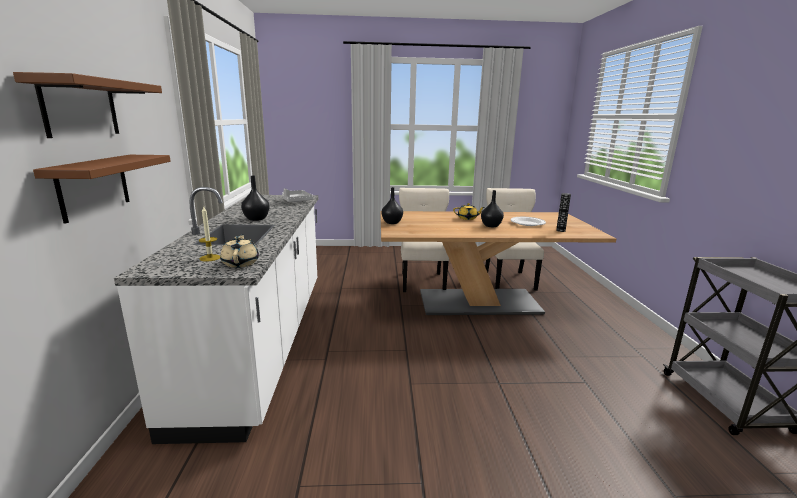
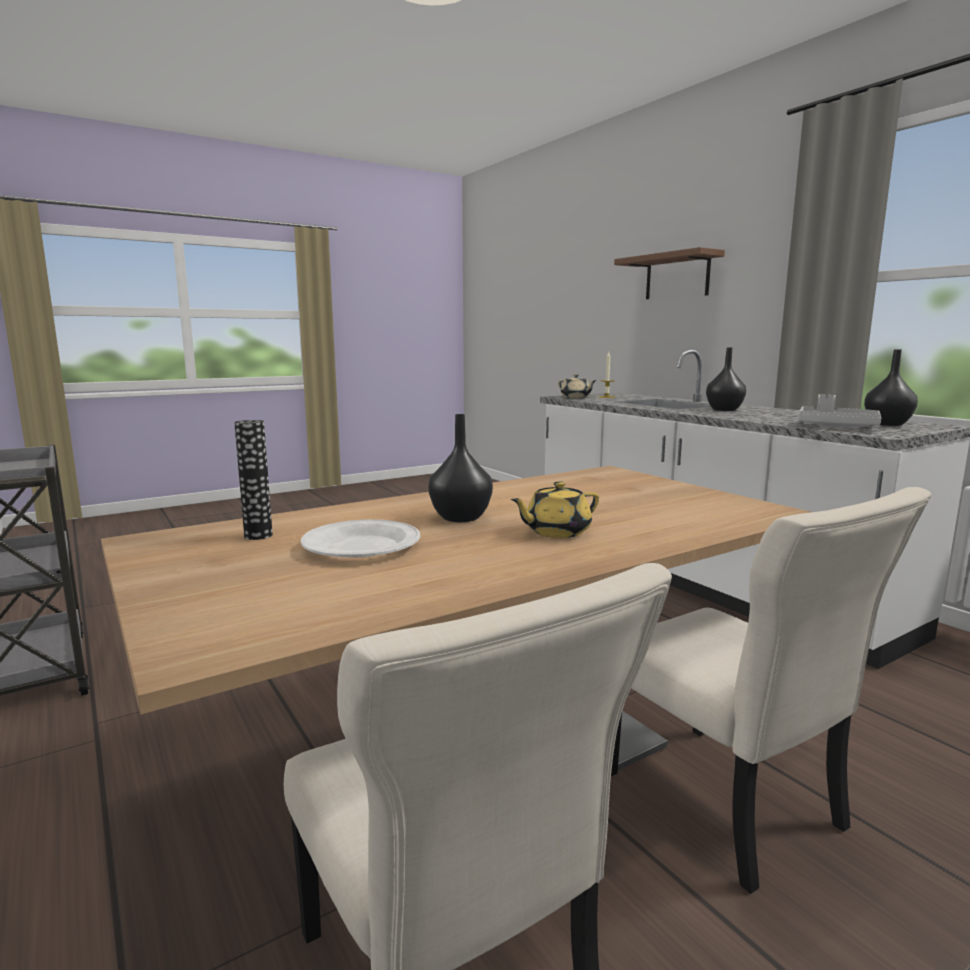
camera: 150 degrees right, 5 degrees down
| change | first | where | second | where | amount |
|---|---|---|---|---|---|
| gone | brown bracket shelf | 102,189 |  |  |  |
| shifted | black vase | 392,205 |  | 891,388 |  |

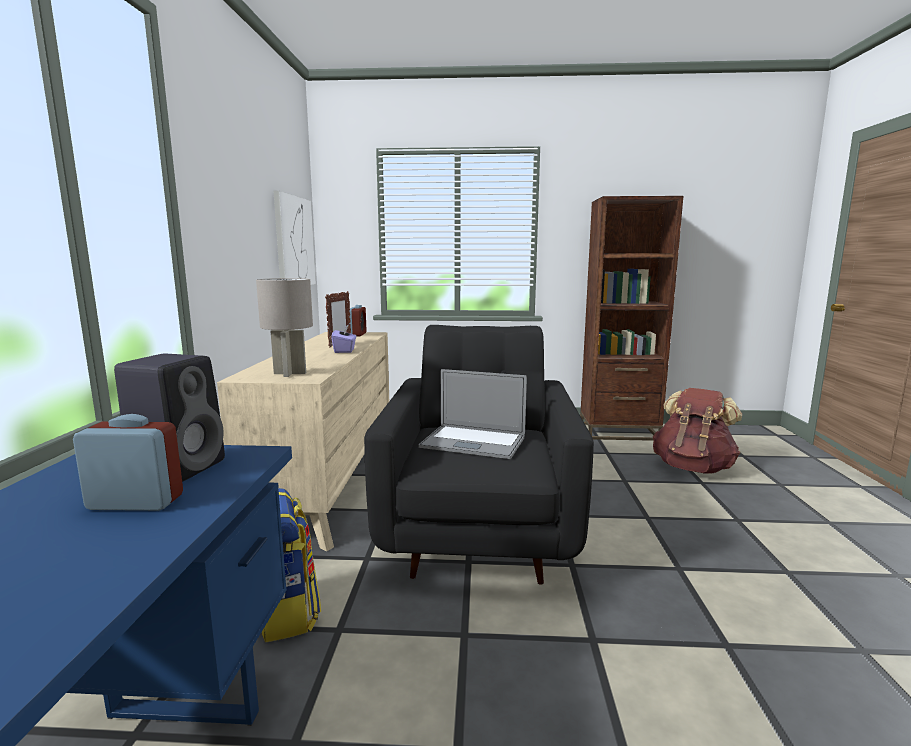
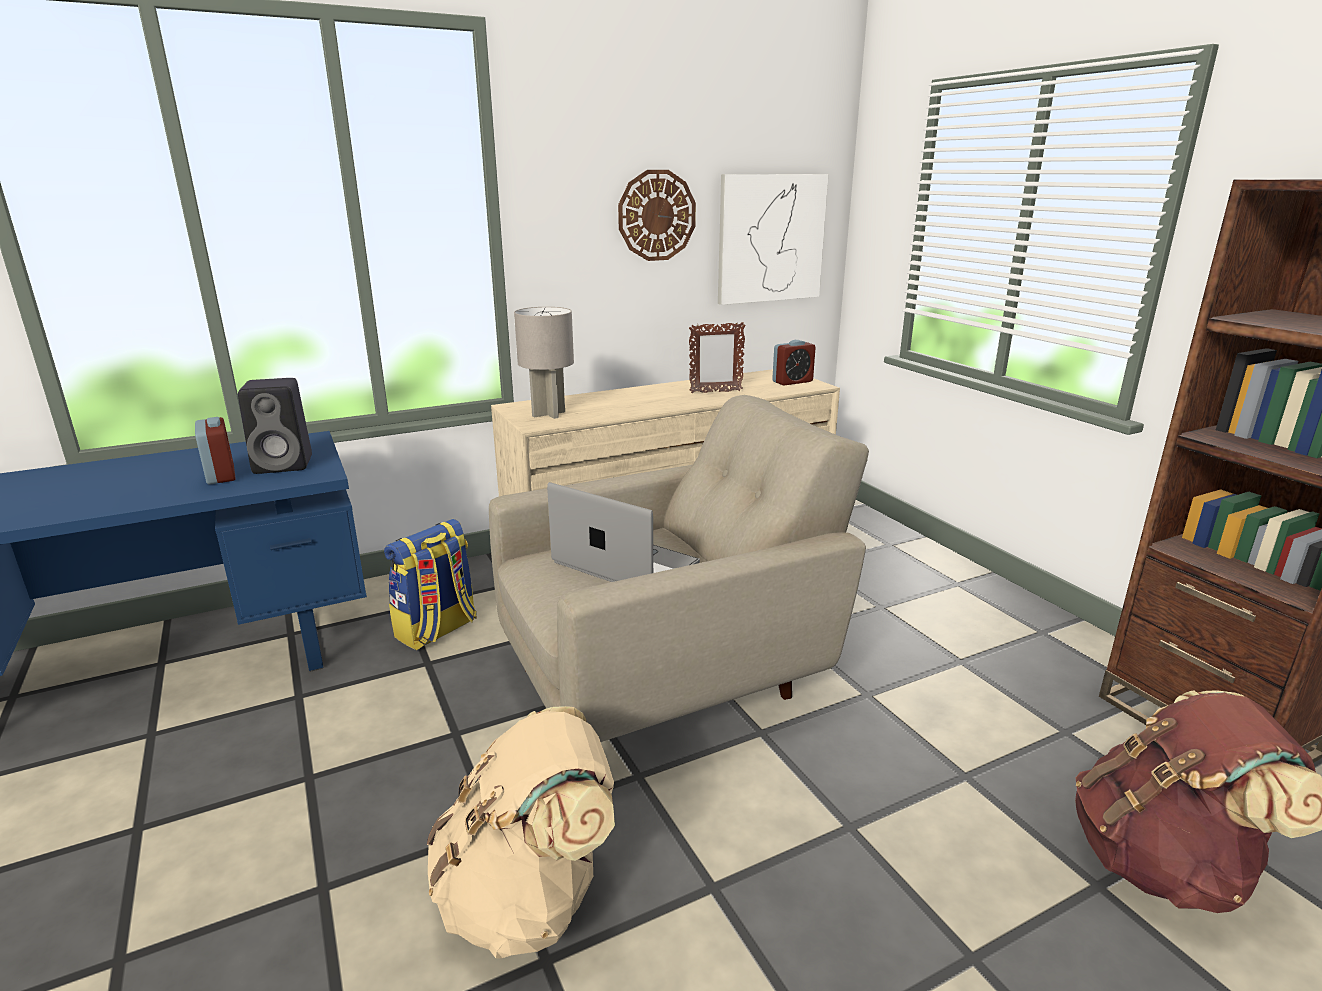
camera: 60 degrees right, 10 degrees up
| change | first | where | second | where | amount |
|---|---|---|---|---|---|
| gone | purple-coloured tissue box | 343,338 |  |  |  |
| repainted | black easy chair | 479,455 | beige easy chair | 679,568 |  |
| rotated | portable computer | 473,414 |  | 623,532 | 135 degrees clockwise |
| new |  |  | wall clock | 657,215 |  |
| new |  |  | beige knapsack | 521,832 |  |

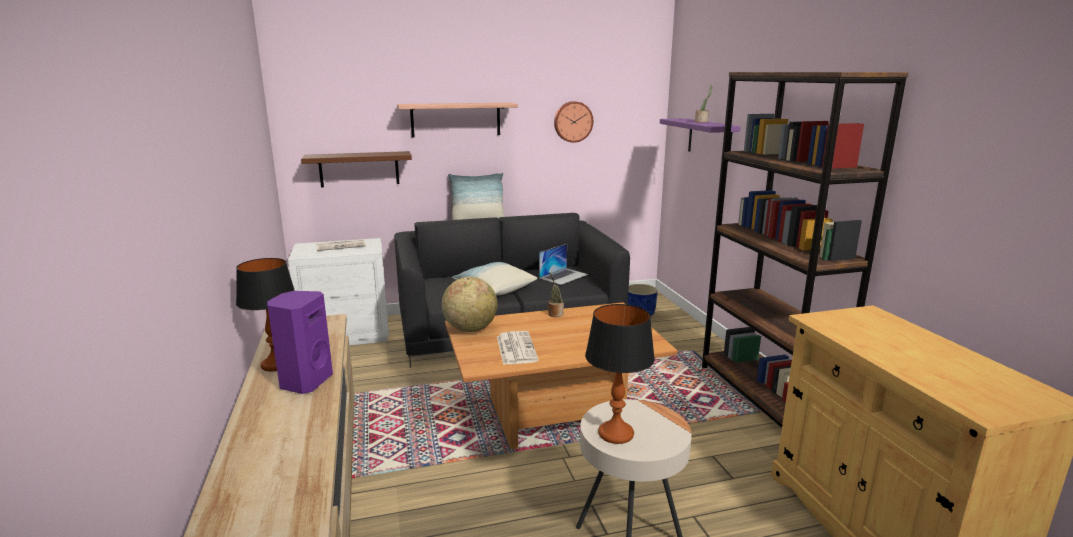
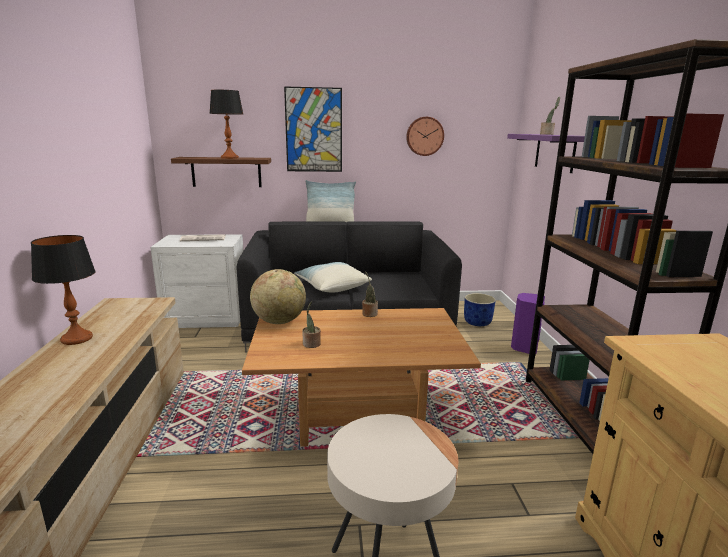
camera: 10 degrees right, 0 degrees up
| change | first | where | second | where | amount |
|---|---|---|---|---|---|
| swapped | bracket shelf | 457,120 | picture | 313,129 |  |
| gone | portable computer | 563,264 |  |  |  |
| shifted | purple-coloured loudspeaker | 300,342 |  | 528,323 |  |
| shifted | table lamp | 620,374 |  | 226,124 |  |
| swapped | daily paper | 518,348 | houseplant | 311,324 |  |

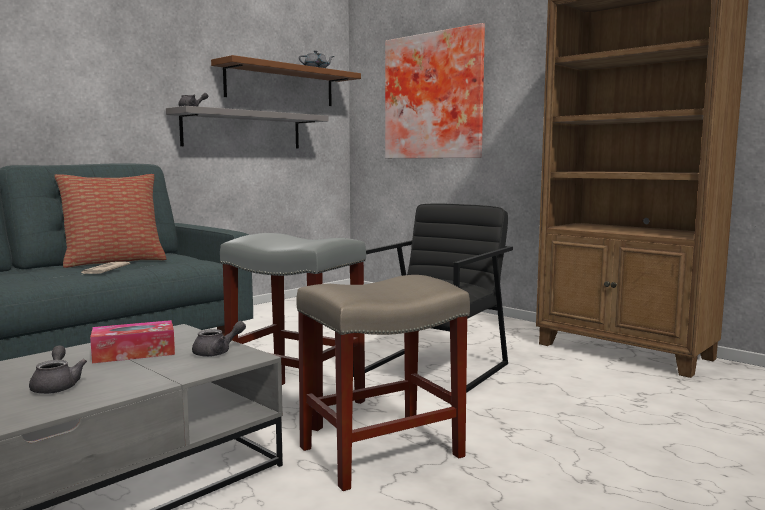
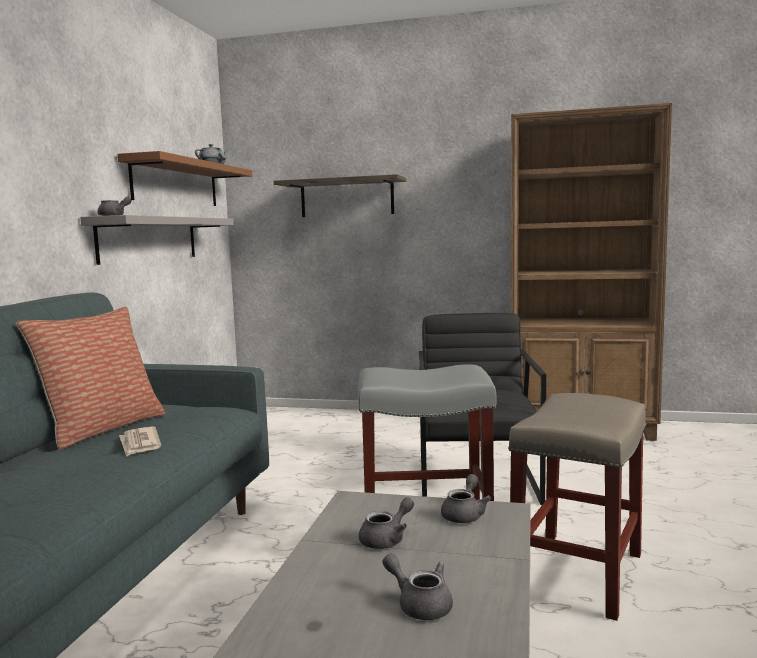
camera: 30 degrees left, 0 degrees up
| change | first | where | second | where | amount |
|---|---|---|---|---|---|
| swapped | picture | 435,90 | bracket shelf | 340,195 |  |
| swapped | tissue box | 132,342 | grey teapot | 386,523 |  |

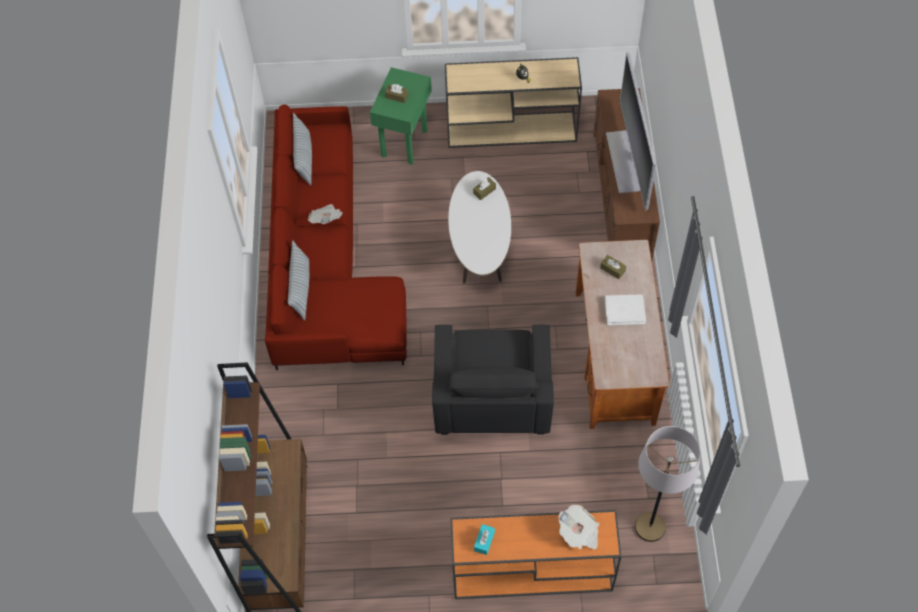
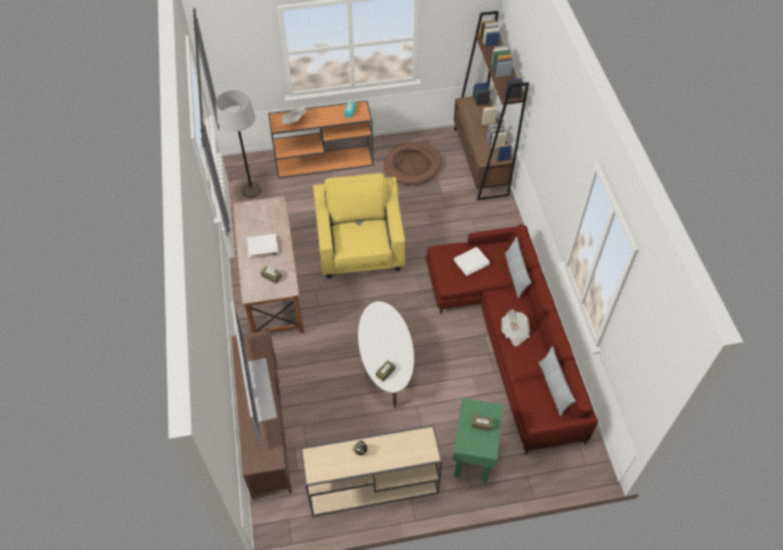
camera: 170 degrees right, 5 degrees down
| change | first | where | second | where | amount |
|---|---|---|---|---|---|
| repainted | black easy chair | 493,380 | yellowish easy chair | 359,225 |  |
| new |  |  | brown pet bed | 413,163 |  |
| new |  |  | white book | 472,261 |  |

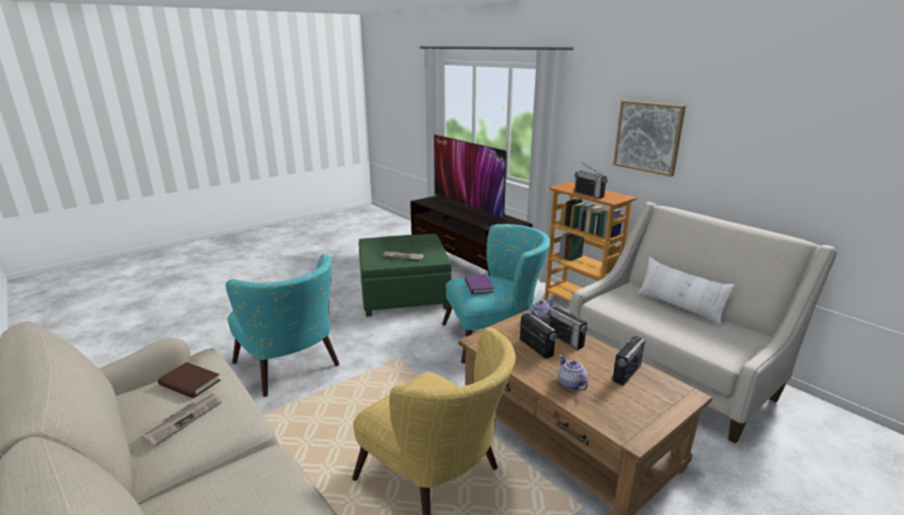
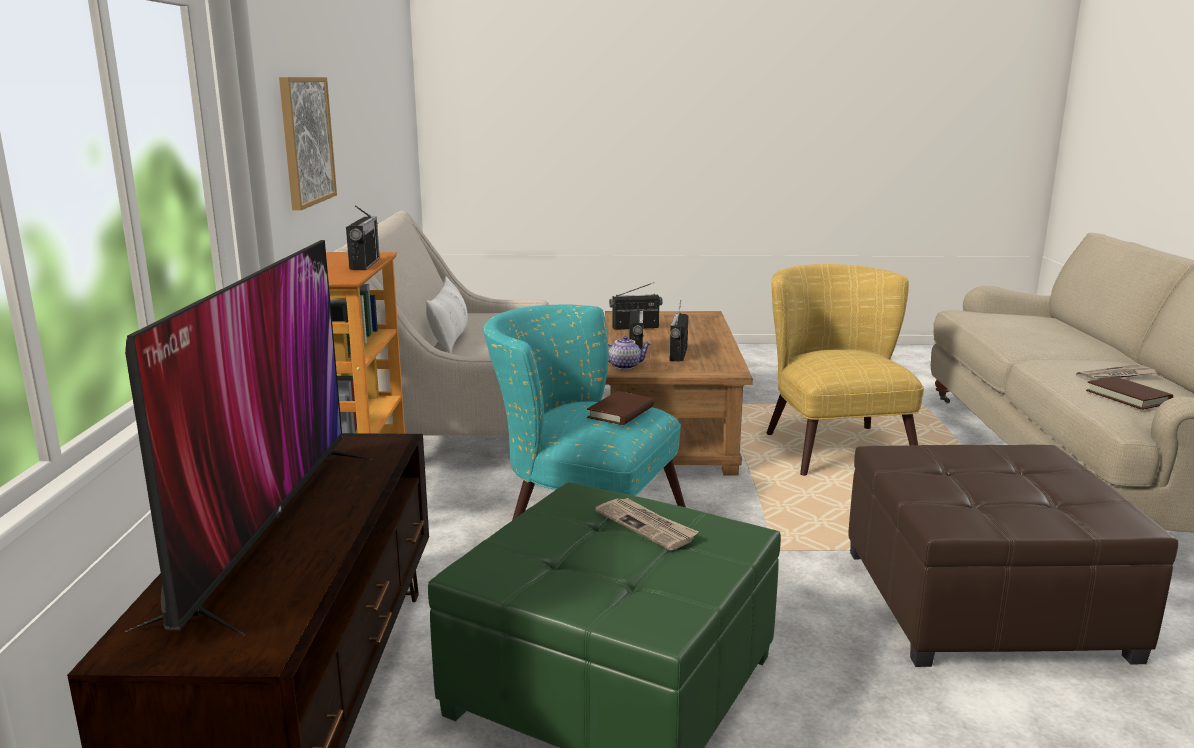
camera: 140 degrees left, 5 degrees down
| change | first | where | second | where | amount |
|---|---|---|---|---|---|
| swapped | blue-green easy chair | 282,325 | brown footrest | 1013,556 |  |
| repainted | purple-coloured book | 479,284 | brown book | 620,408 |  |
| gone | teapot | 573,373 |  |  |  |

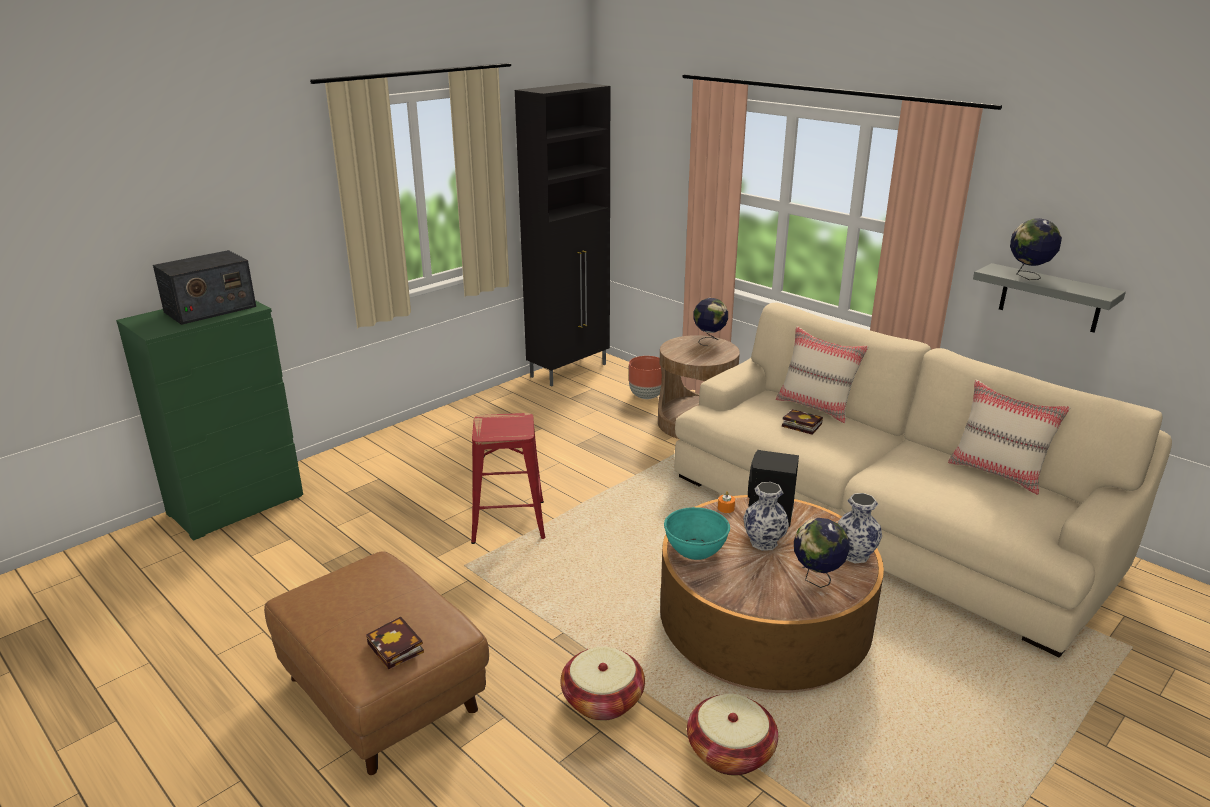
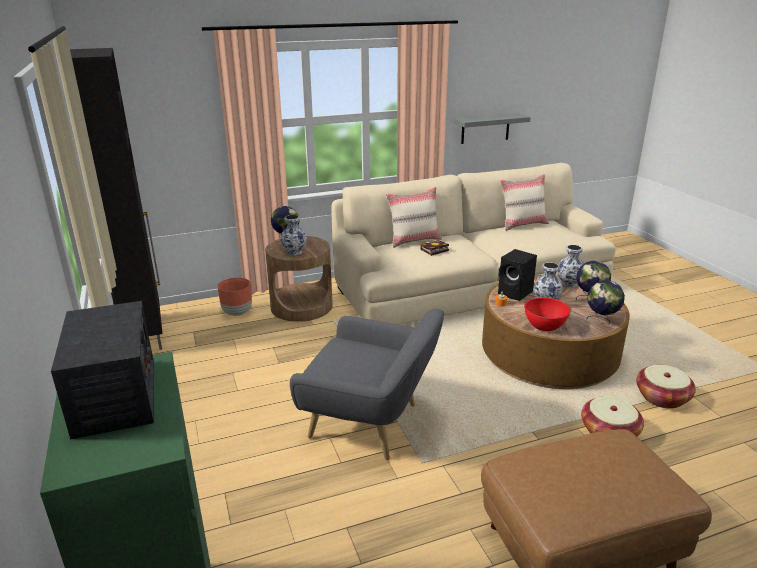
camera: 65 degrees left, 0 degrees up
| change | first | where | second | where | amount |
|---|---|---|---|---|---|
| shifted | desk globe | 1036,249 |  | 605,302 |  |
| swapped | red sitting stool | 508,478 | grey easy chair | 367,384 |  |
| repainted | blue-green bowl | 697,533 | red bowl | 547,314 |  |
| gone | book | 395,643 |  |  |  |
| new |  |  | vase | 293,235 |  |

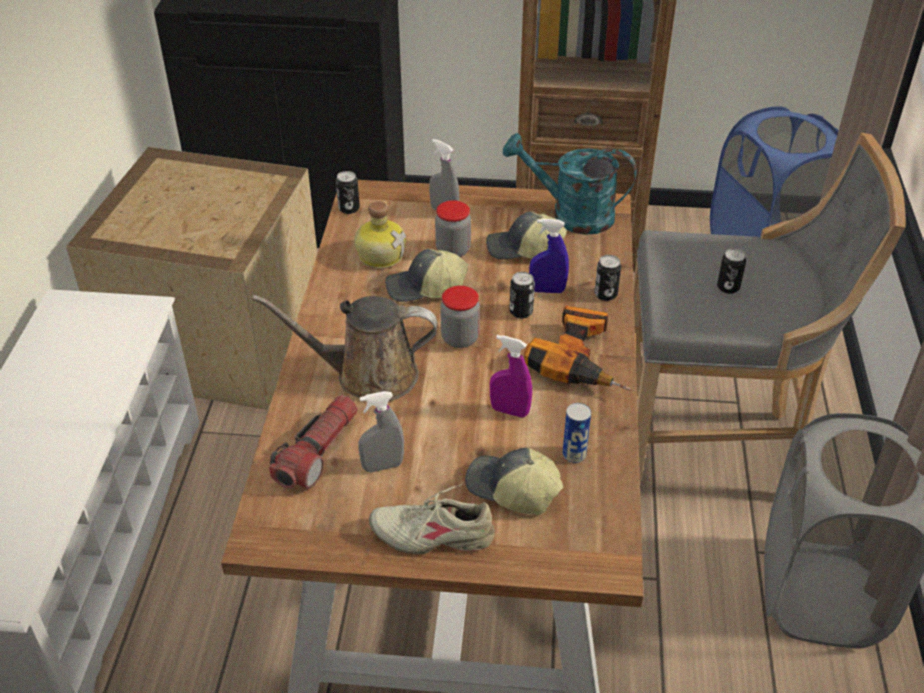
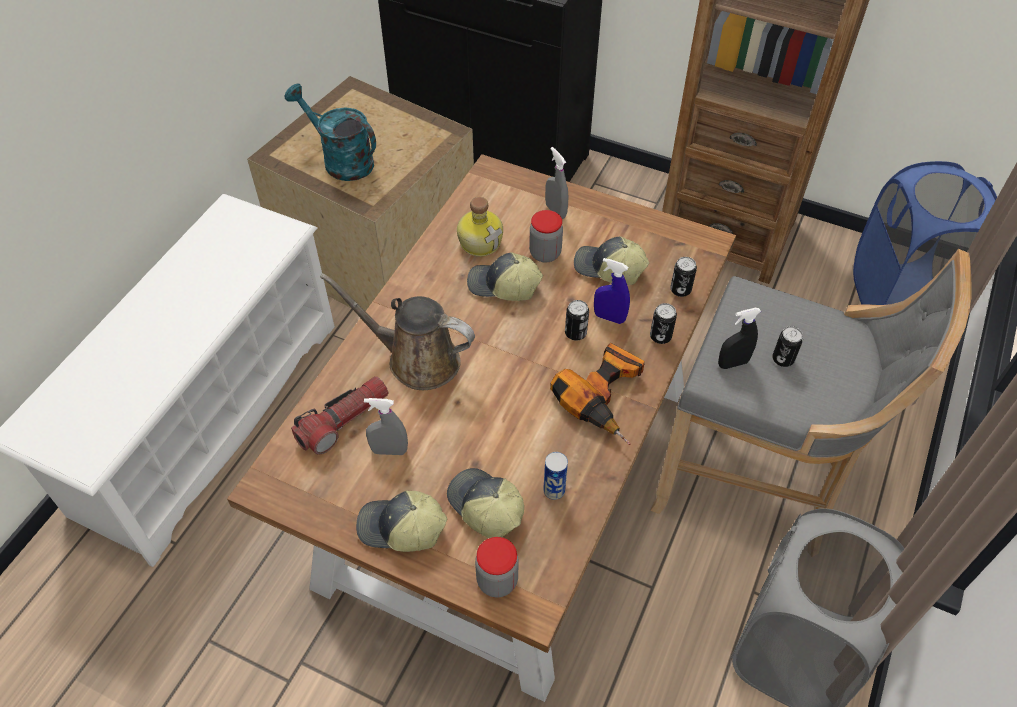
camera: 20 degrees right, 10 degrees up
| change | first | where | second | where | amount |
|---|---|---|---|---|---|
| shifted | blue-green watering pot | 570,184 |  | 330,132 |  |
| shifted | sealed can | 348,192 |  | 683,277 |  |
| shifted | jar | 460,316 |  | 497,567 |  |
| gone | purple-coloured sprayer | 511,376 |  |  |  |
| swapped | beige shoe | 432,520 | peaked cap | 401,521 |  |
| new |  |  | black sprayer | 739,338 |  |

